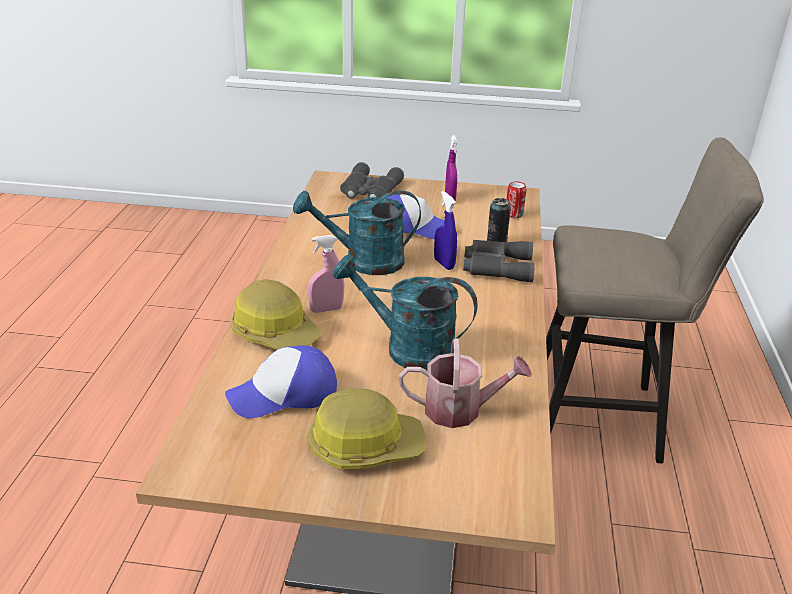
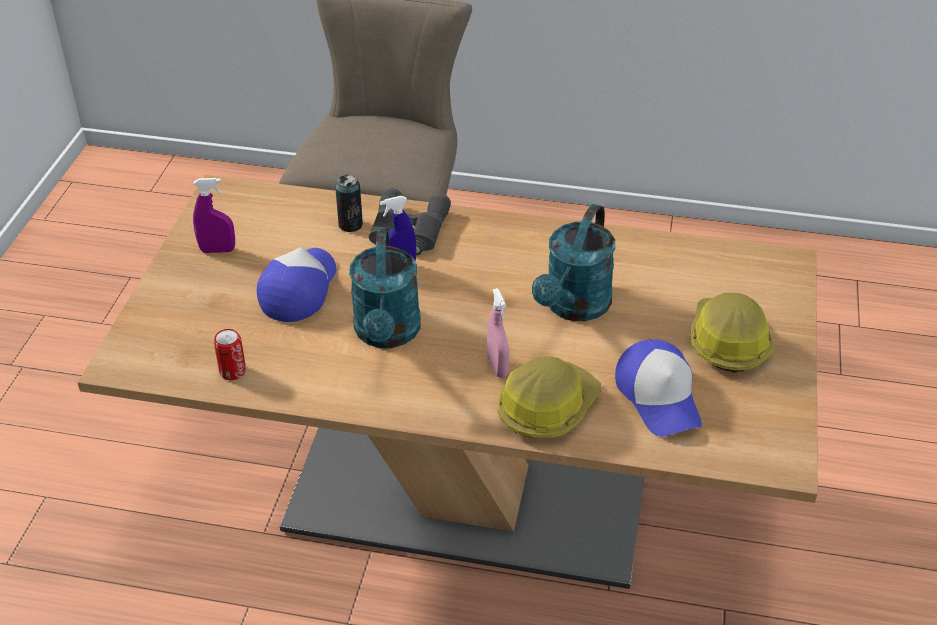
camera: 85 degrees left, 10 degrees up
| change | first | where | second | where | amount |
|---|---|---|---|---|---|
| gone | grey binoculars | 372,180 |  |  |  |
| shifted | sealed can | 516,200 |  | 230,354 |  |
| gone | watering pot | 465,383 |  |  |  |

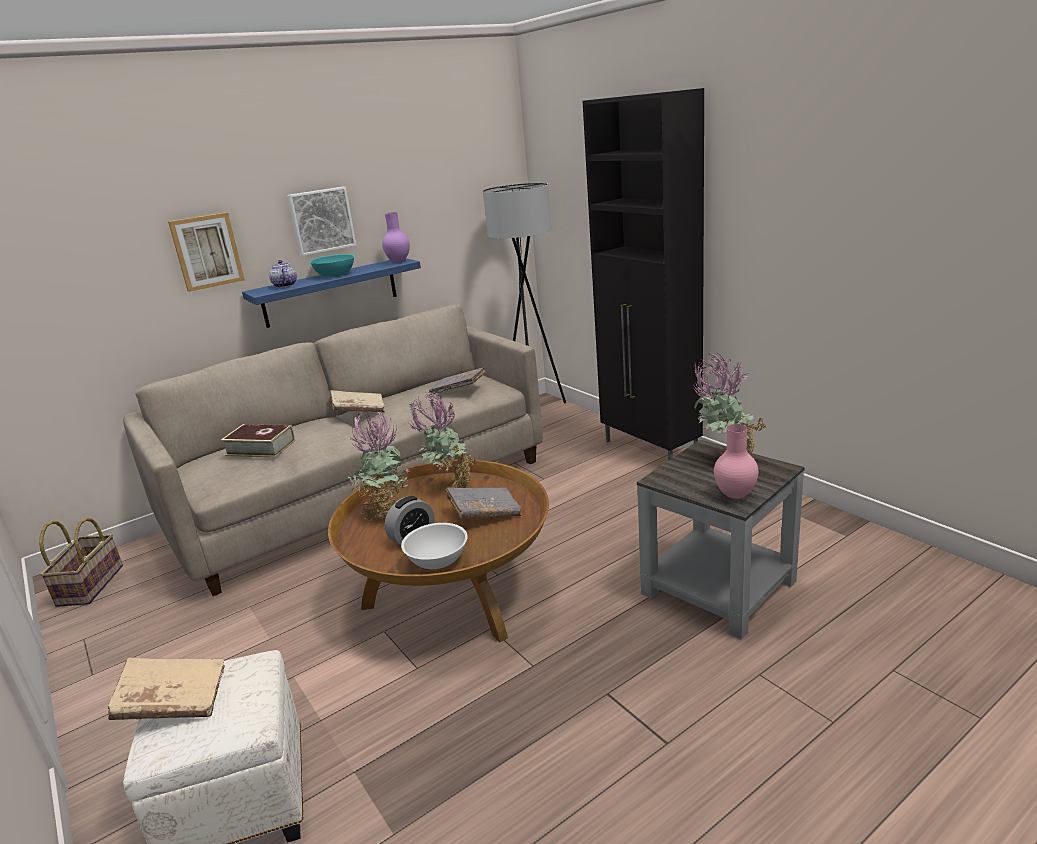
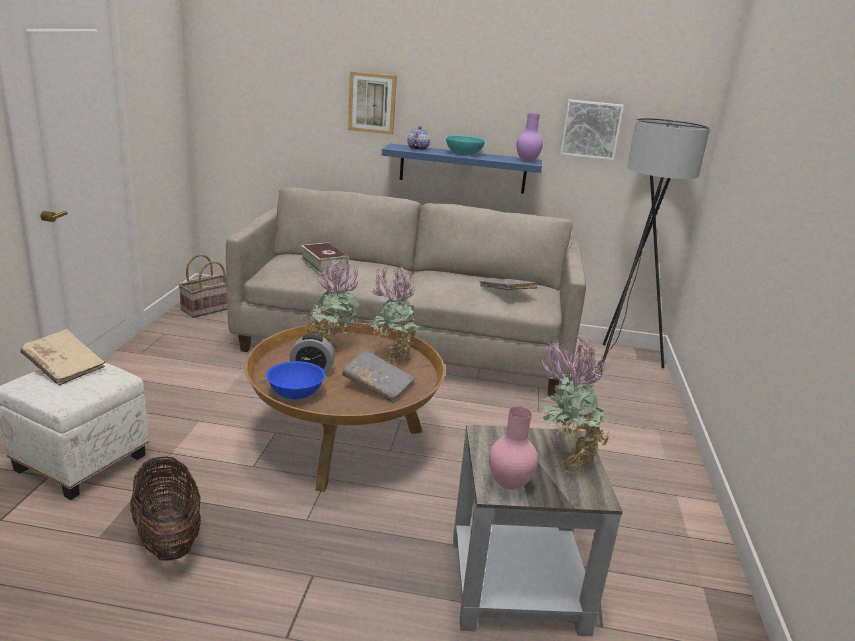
camera: 40 degrees right, 0 degrees up
| change | first | where | second | where | amount |
|---|---|---|---|---|---|
| gone | black cabinet | 643,274 |  |  |  |
| shifted | picture | 321,221 |  | 592,129 |  |
| gone | beige book | 357,401 |  |  |  |
| repainted | white bowl | 434,546 | blue bowl | 295,380 |  |
| new |  |  | basket | 165,508 |  |

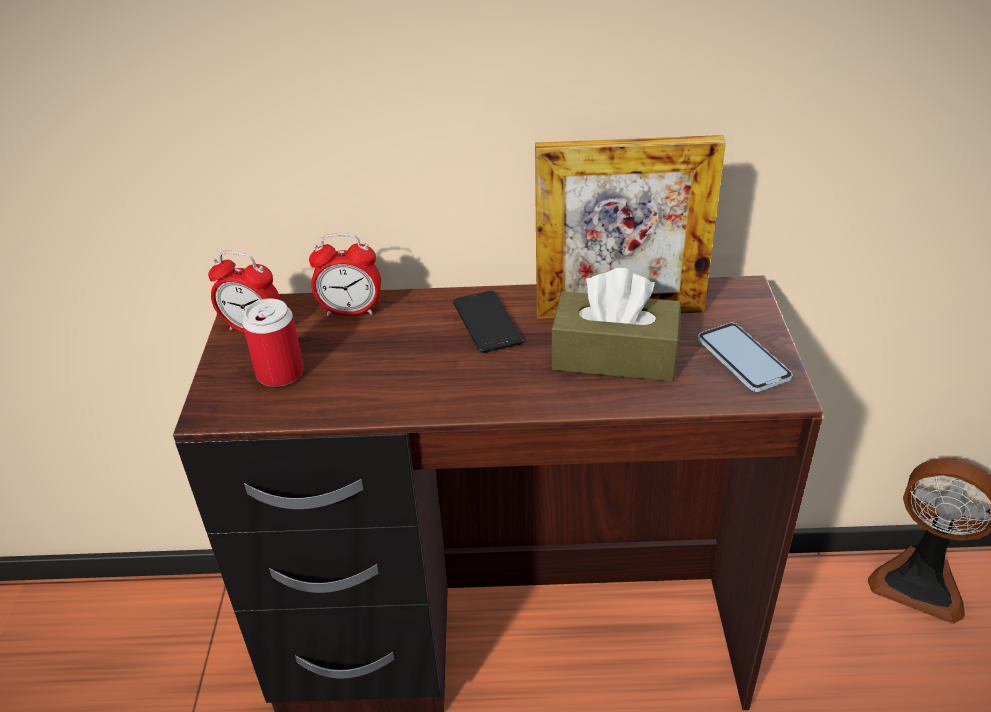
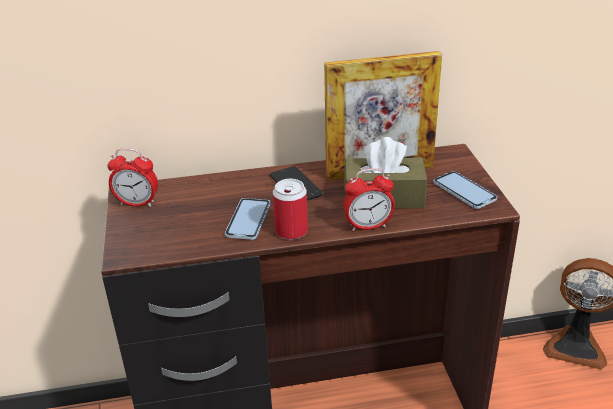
camera: 10 degrees left, 5 degrees down
| change | first | where | second | where | amount |
|---|---|---|---|---|---|
| shifted | bedside clock | 345,274 |  | 369,199 |  |
| shifted | sealed can | 273,342 |  | 290,209 |  |
| new |  |  | phone | 247,219 |  |

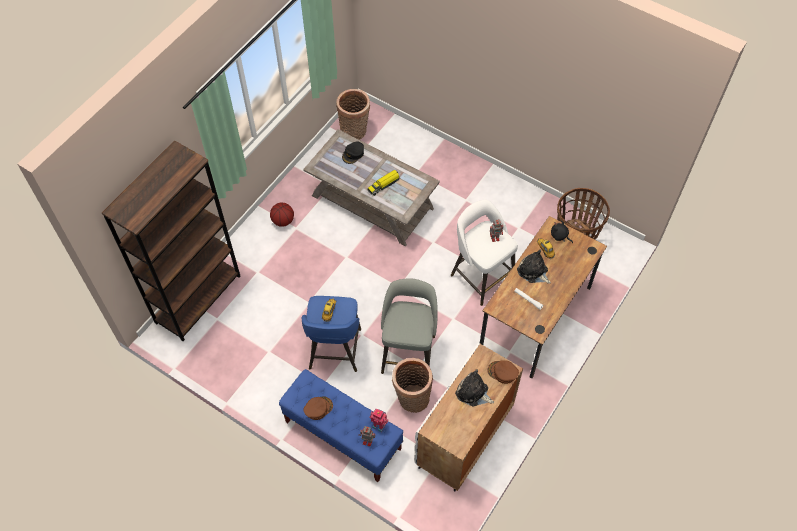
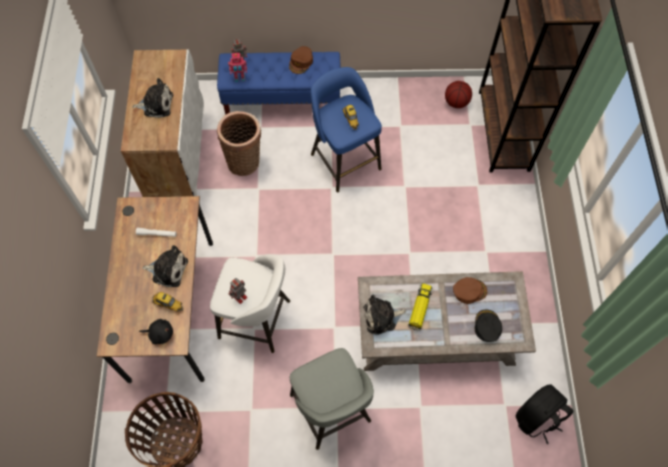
camera: 145 degrees right, 5 degrees up
| change | first | where | second | where | amount |
|---|---|---|---|---|---|
| swapped | basket | 353,114 | black knapsack | 544,414 |  |
| shifted | basketball | 282,215 |  | 458,94 |  |
| shifted | grey sitting stool | 409,326 |  | 332,399 |  |
| shifted | brown peaked cap | 503,372 |  | 470,290 |  |
| new |  |  | soft toy | 384,315 |  |

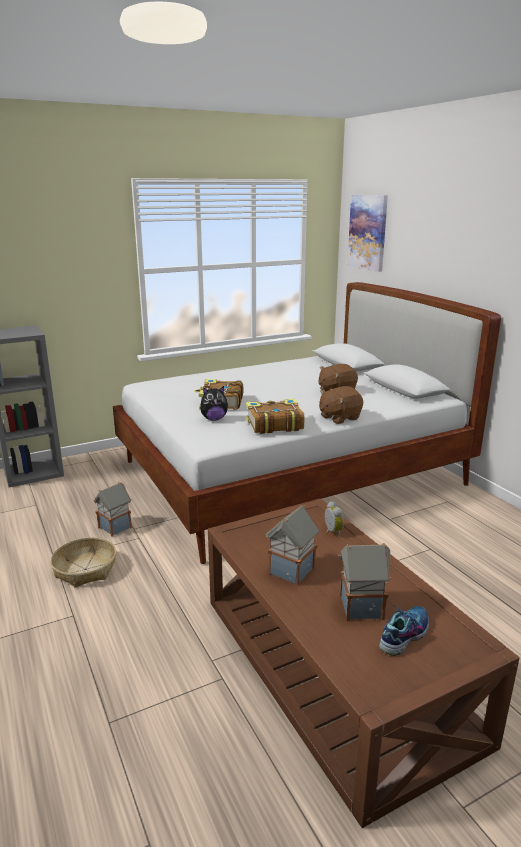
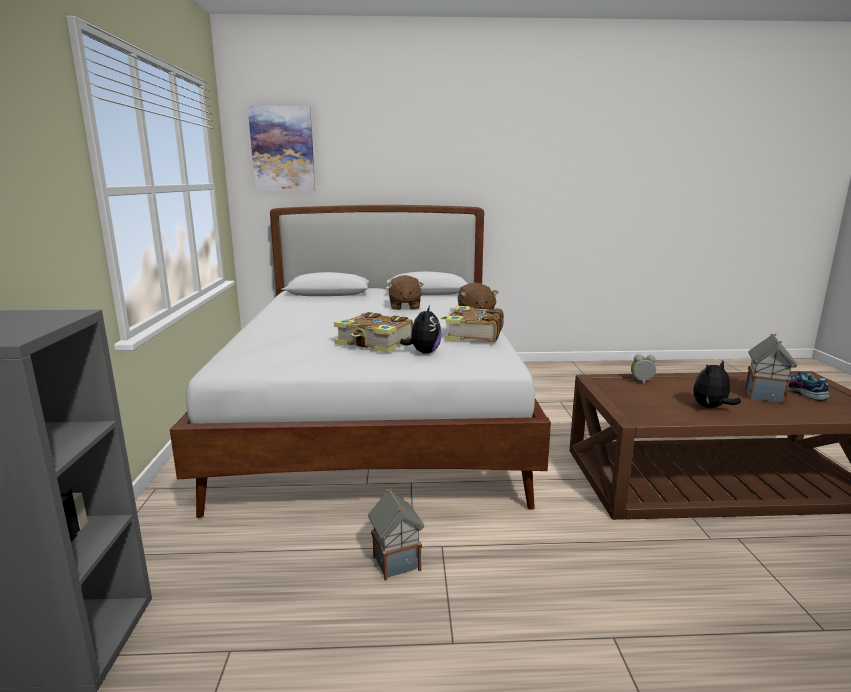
camera: 65 degrees left, 5 degrees down
| change | first | where | second | where | amount |
|---|---|---|---|---|---|
| swapped | toy house | 293,545 | soft toy | 717,384 |  |
| gone | basket | 83,562 |  |  |  |

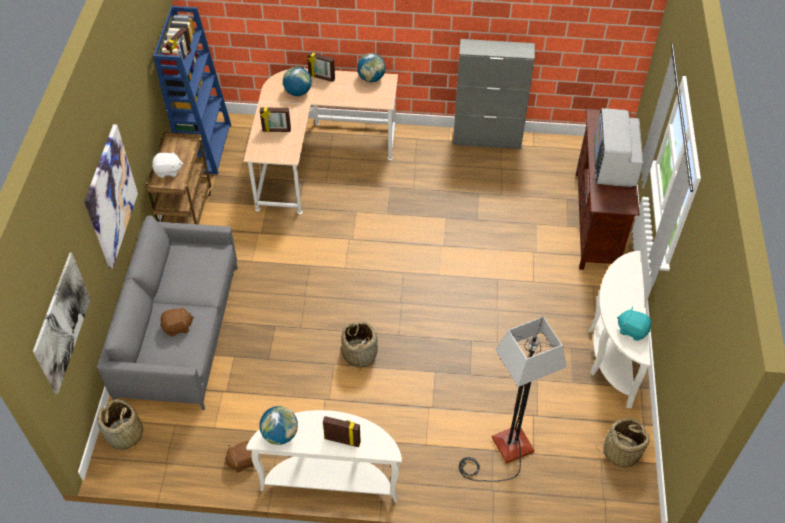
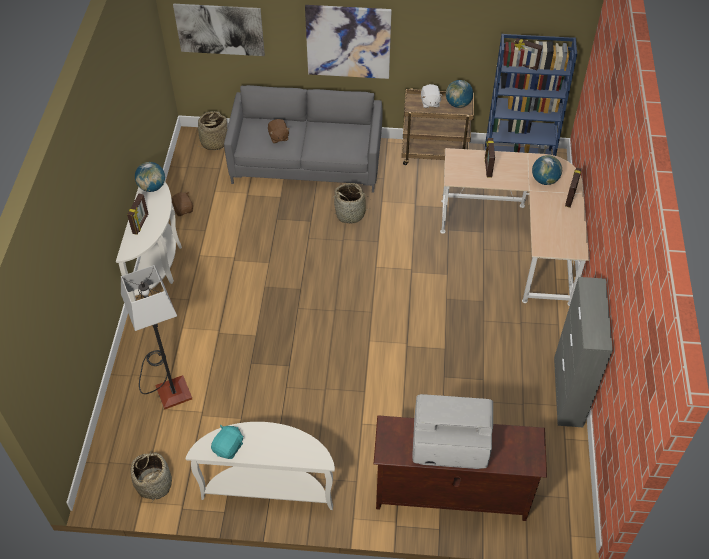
camera: 90 degrees right, 0 degrees up
| change | first | where | second | where | amount |
|---|---|---|---|---|---|
| shifted | desk globe | 371,67 |  | 459,94 |  |
| shifted | basket | 359,345 |  | 352,203 |  |

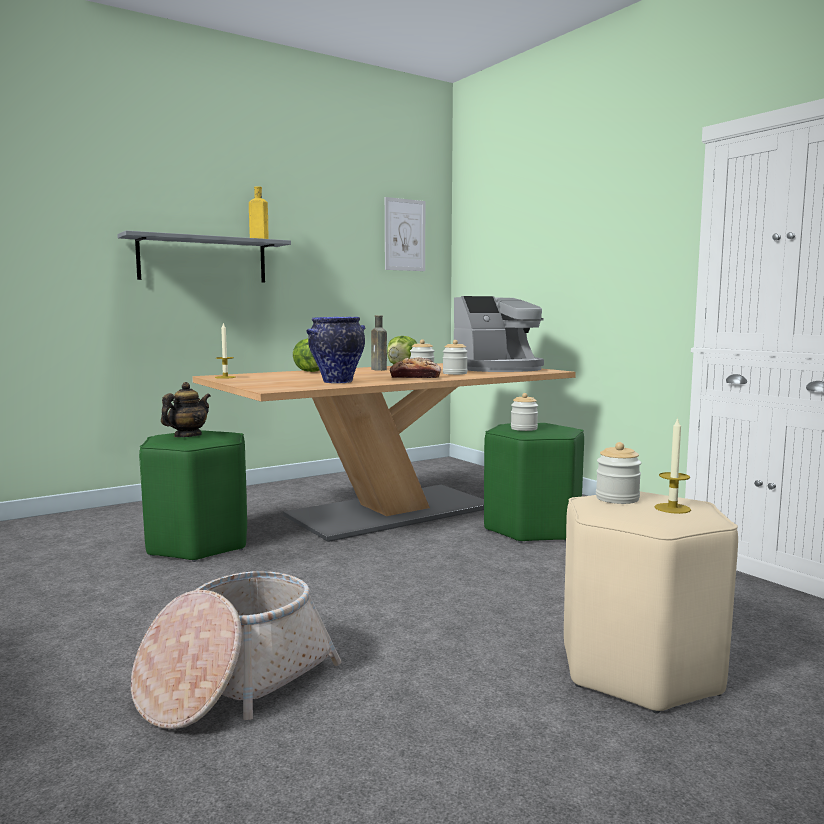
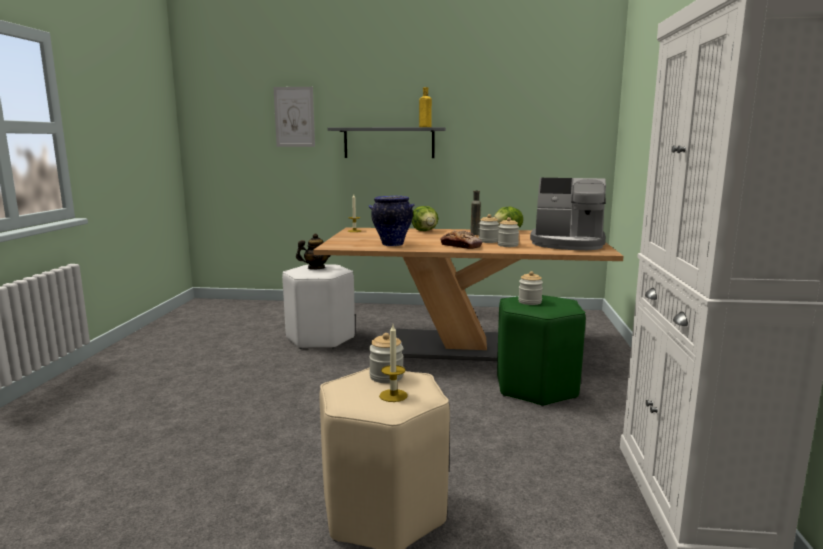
camera: 40 degrees right, 5 degrees up
| change | first | where | second | where | amount |
|---|---|---|---|---|---|
| shifted | picture | 405,234 |  | 294,117 |  |
| repainted | greenish sitting stool | 193,496 | white sitting stool | 318,306 |  |
| gone | basket | 236,650 |  |  |  |

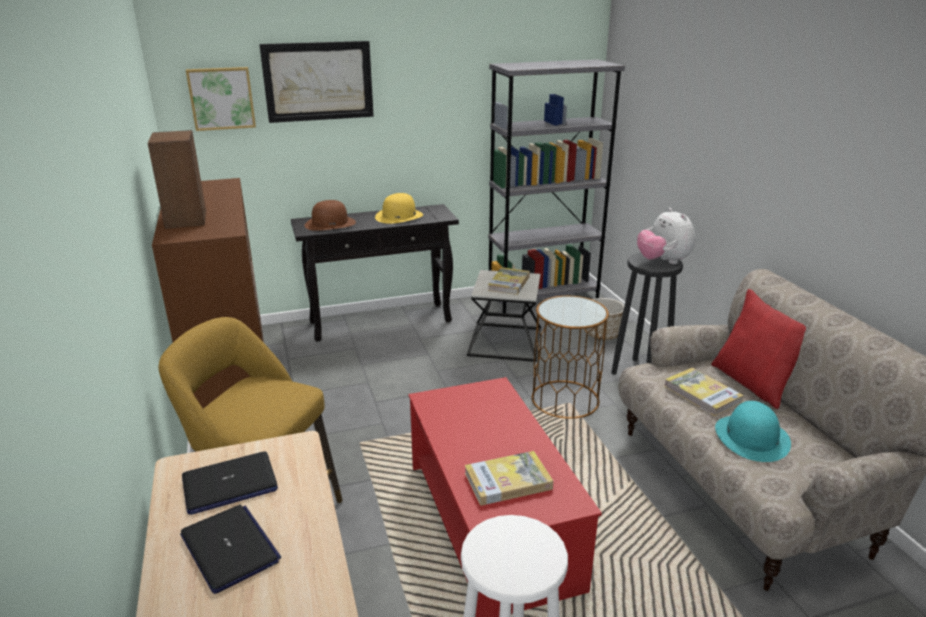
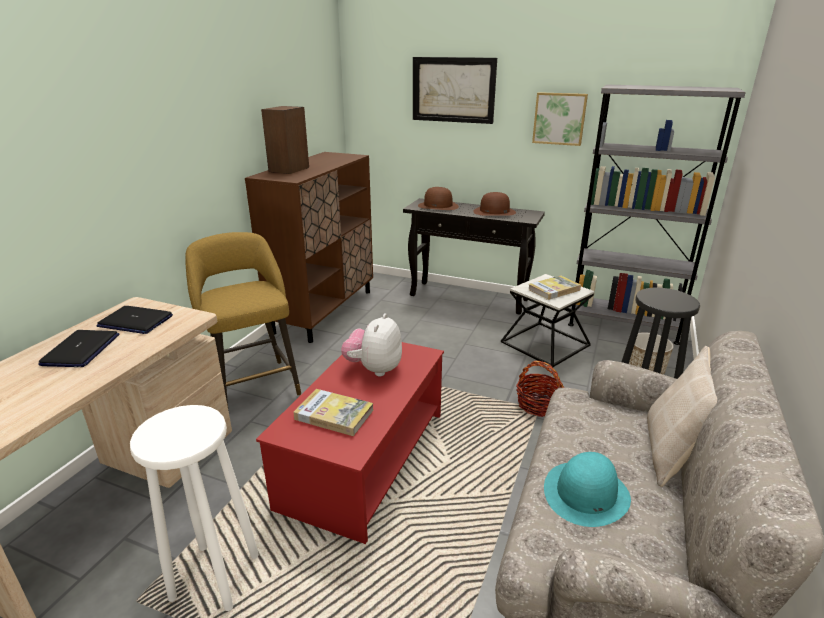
camera: 40 degrees right, 0 degrees up
| change | first | where | second | where | amount |
|---|---|---|---|---|---|
| shifted | picture | 221,99 |  | 560,119 |  |
| repainted | yellowish clothing hat | 399,208 | brown clothing hat | 494,204 |  |
| shifted | soft toy | 666,236 |  | 371,344 |  |
| repainted | red pillow | 758,349 | beige pillow | 682,416 |  |
| swapped | brown accent table | 570,357 | basket | 540,389 |  |
| gone | book | 703,392 |  |  |  |

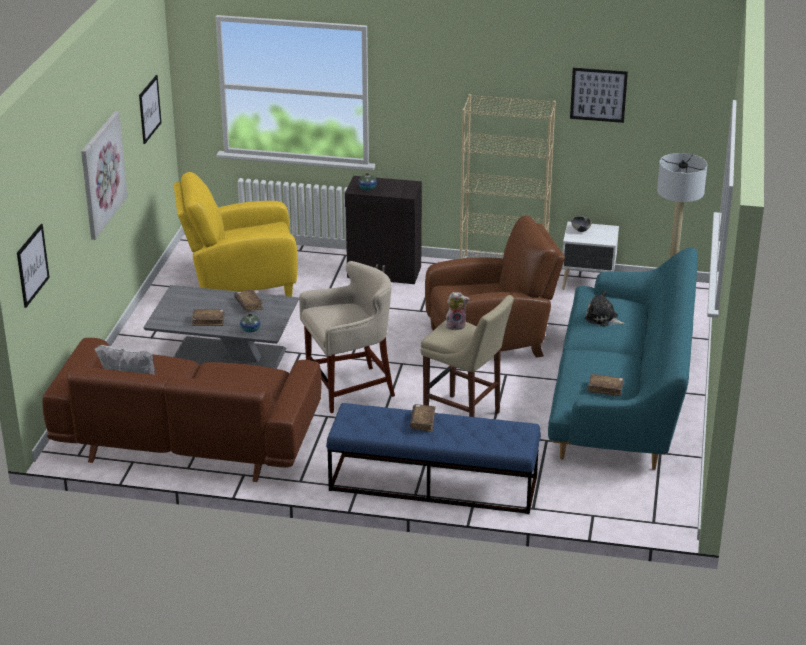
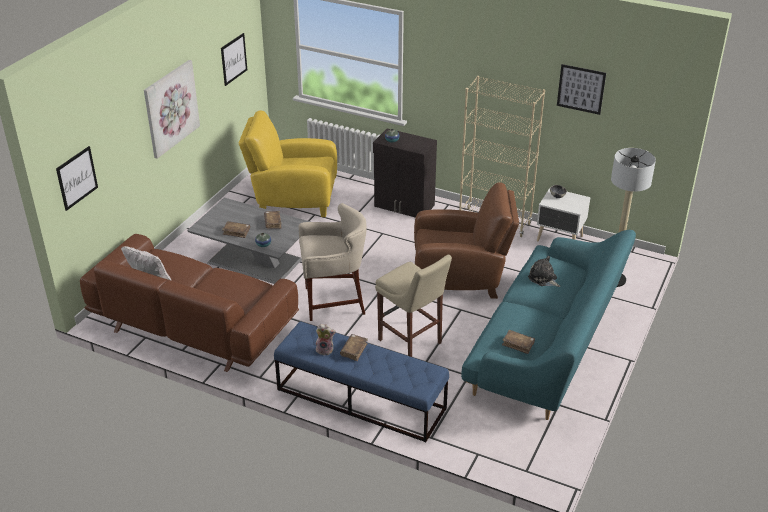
camera: 15 degrees right, 5 degrees up
| change | first | where | second | where | amount |
|---|---|---|---|---|---|
| shifted | soft toy | 457,311 |  | 326,339 |  |

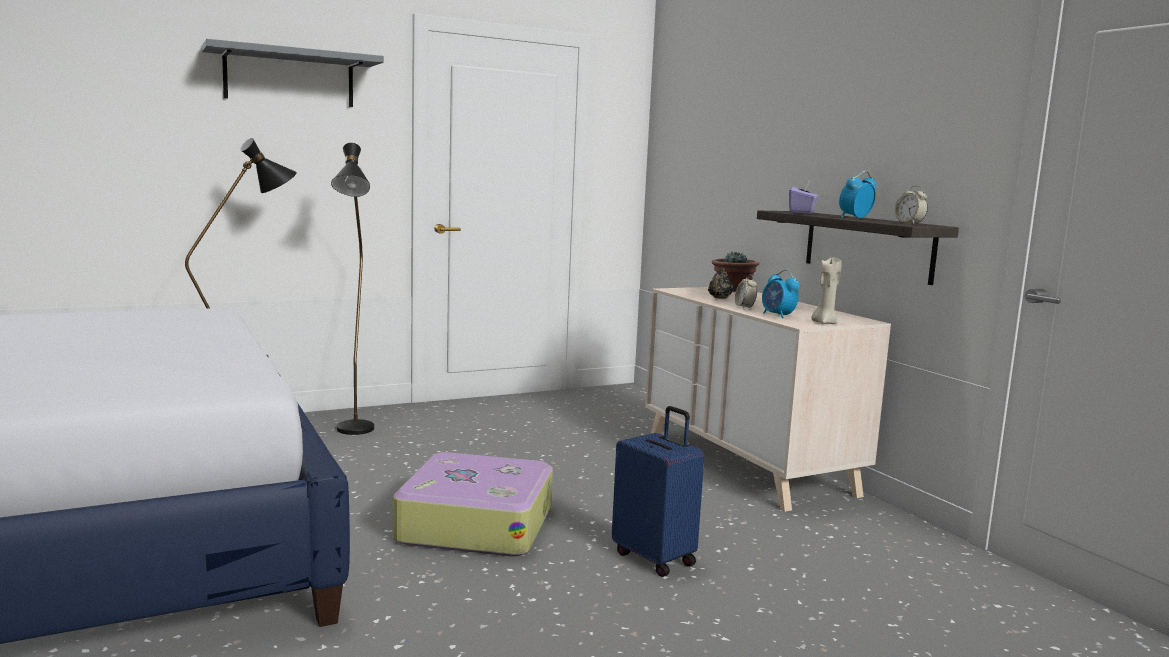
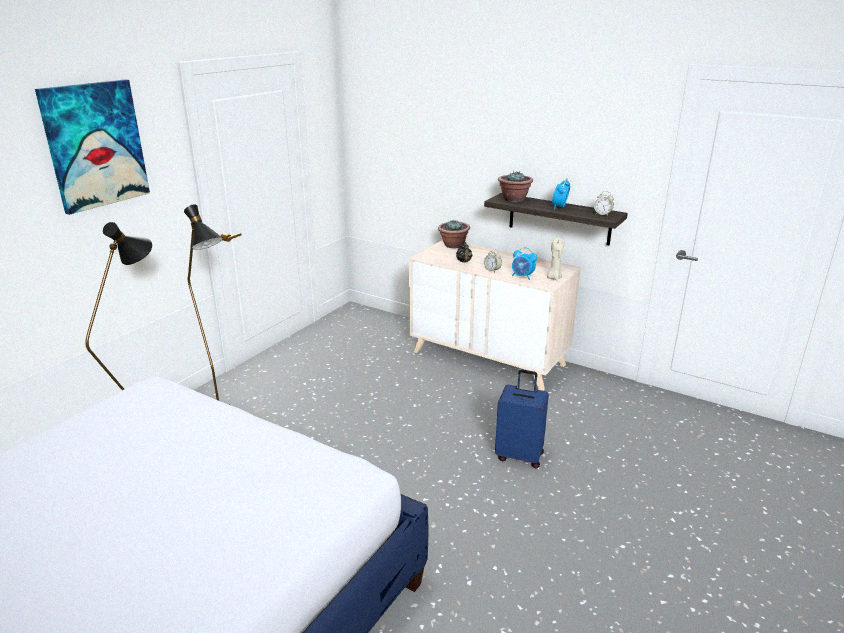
camera: 30 degrees left, 15 degrees up
| change | first | where | second | where | amount |
|---|---|---|---|---|---|
| swapped | grey bracket shelf | 293,73 | picture | 92,147 |  |
| swapped | purple-coloured tissue box | 804,197 | houseplant | 515,186 |  |
| gone | piece of luggage | 473,504 |  |  |  |

